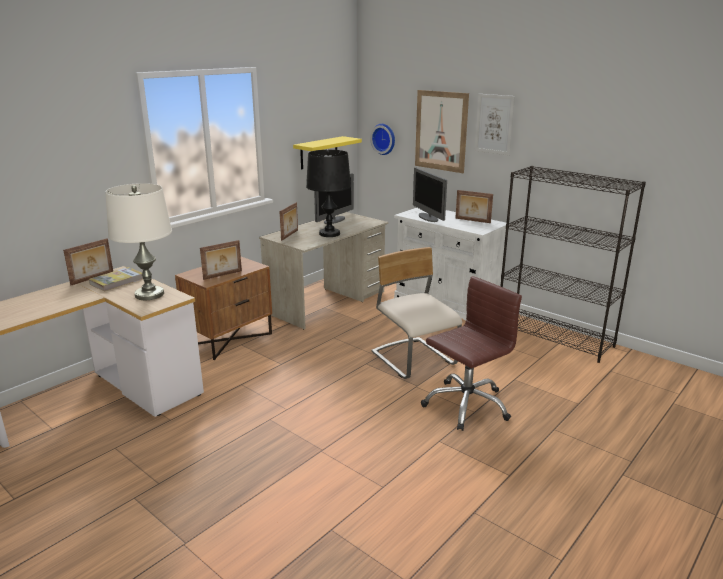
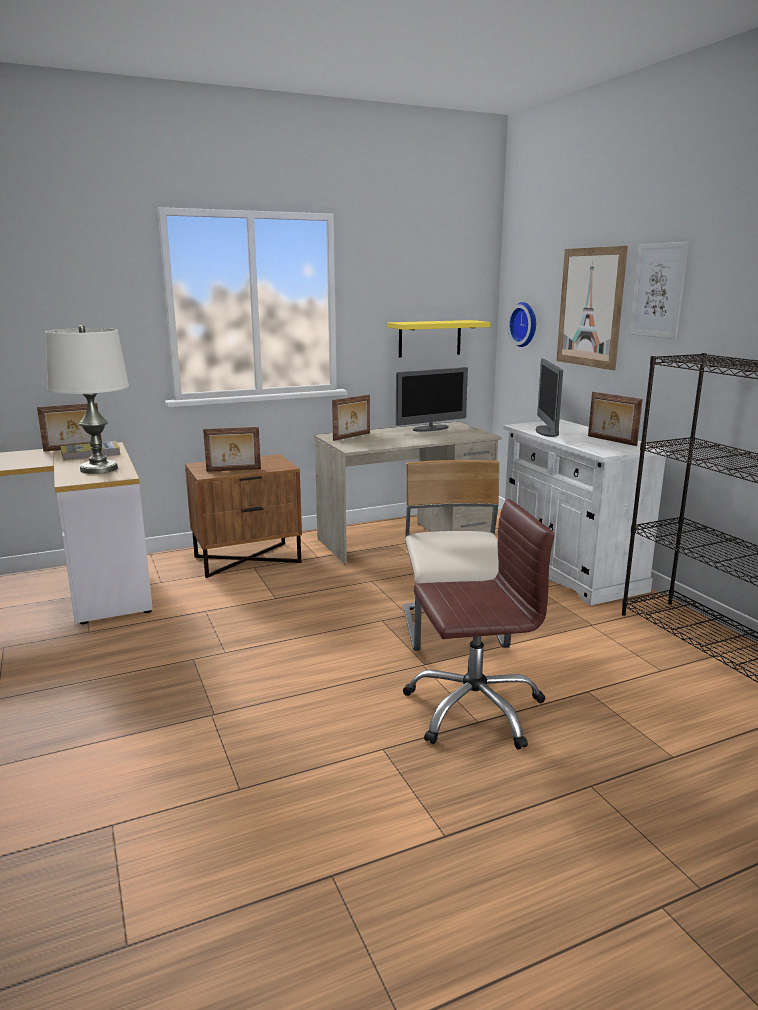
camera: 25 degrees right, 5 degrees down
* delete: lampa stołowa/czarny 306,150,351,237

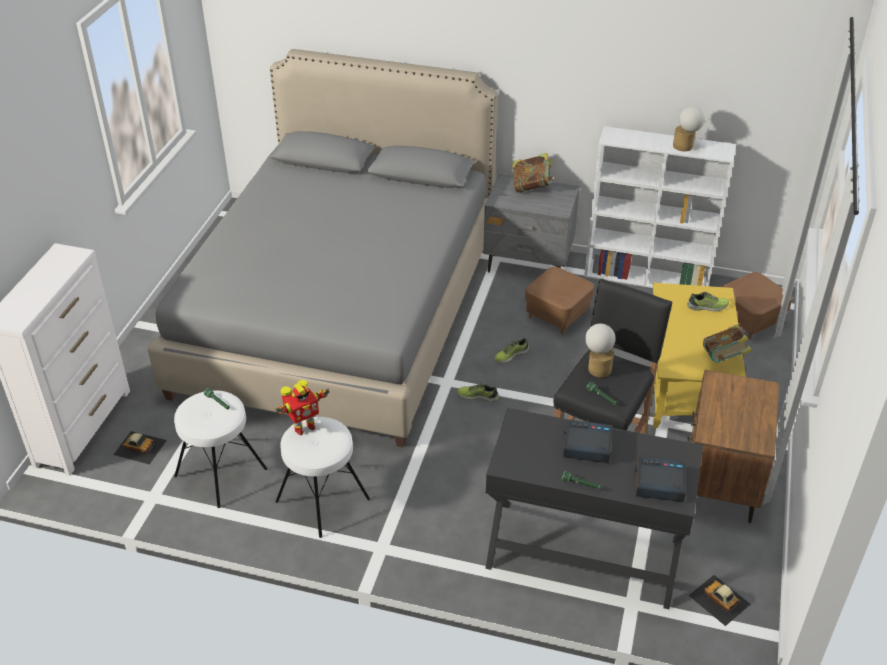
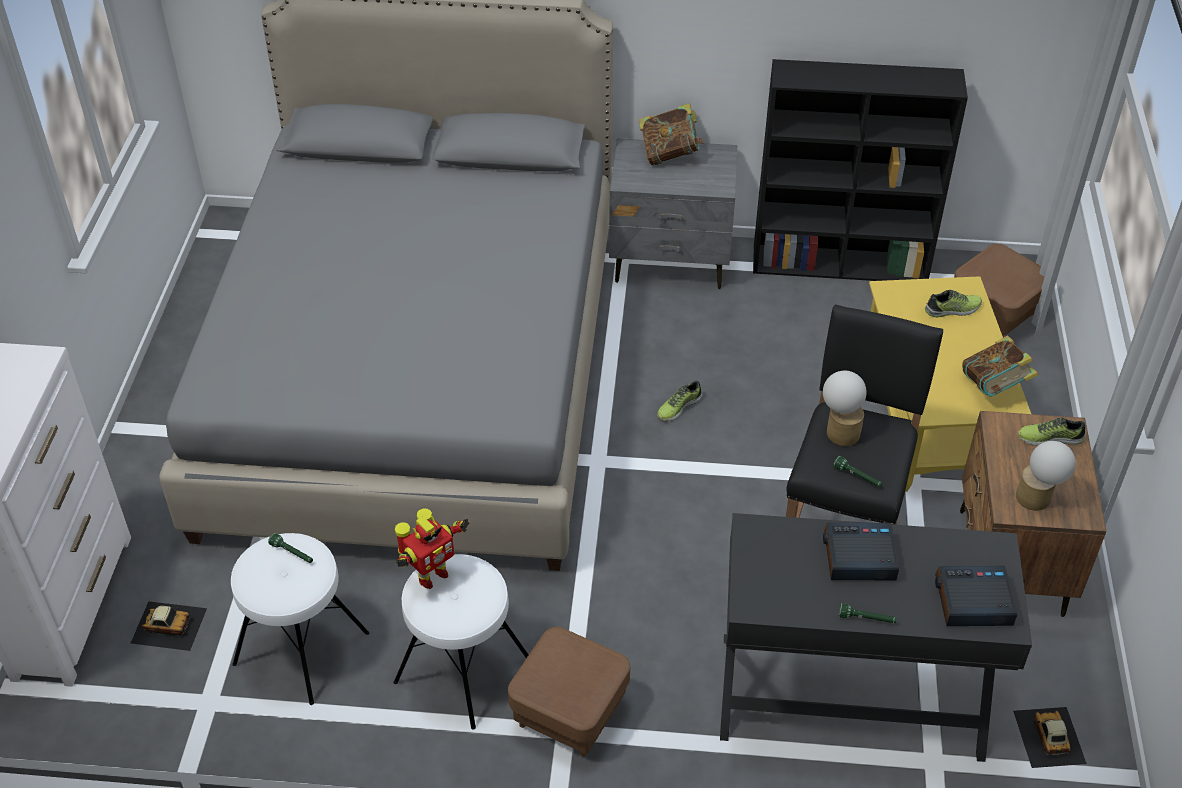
camera: 10 degrees left, 5 degrees up
* move: lampa stołowa 673,106,705,151 to 1016,441,1076,511
* recolor: regał/biały 584,126,736,288 to regał/czarny 753,59,968,281
* move: pufa/brązowy 525,267,594,334 to 508,627,630,757
* move: but 458,383,499,402 to 1018,417,1085,446
* rotate: samochodzik 689,575,751,626 = 1013,707,1087,768 45 degrees clockwise

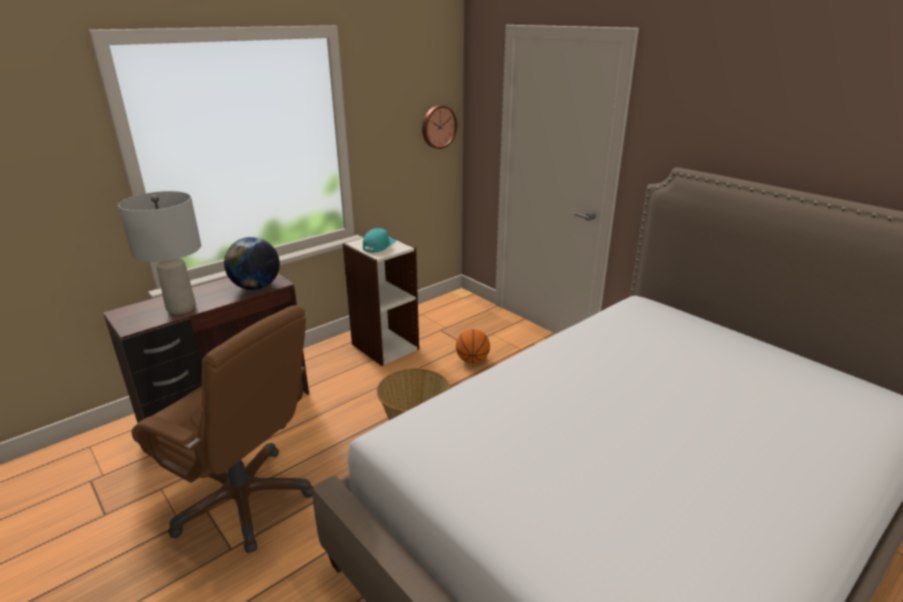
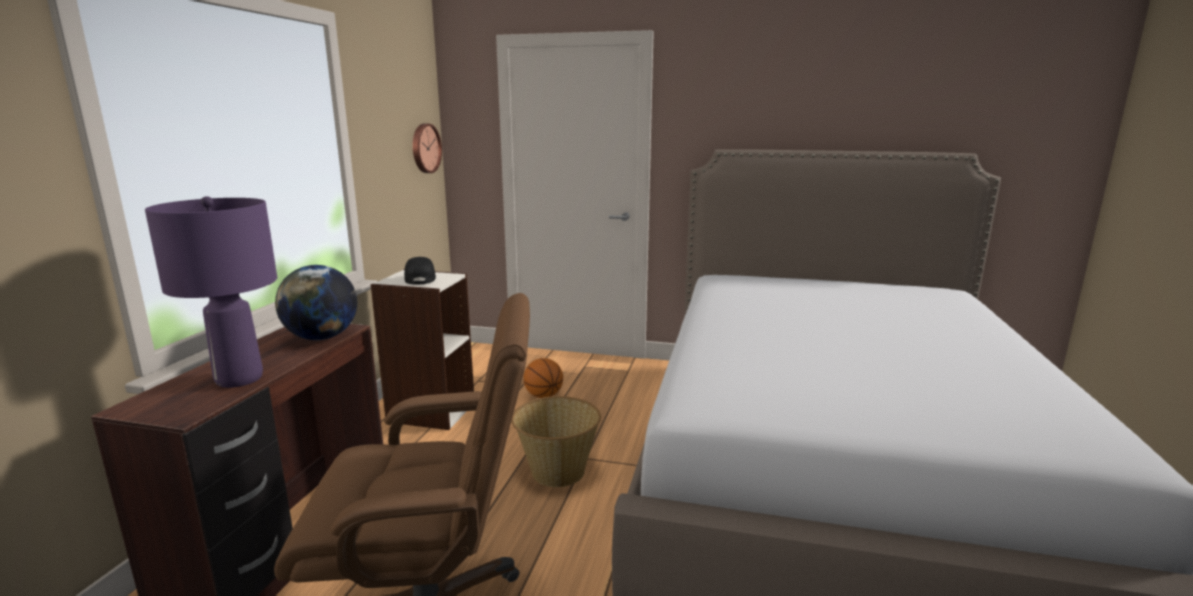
camera: 35 degrees left, 10 degrees down
* recolor: lampa stołowa/szary 118,191,201,315 to lampa stołowa/fioletowy 145,196,277,388
* recolor: czapka z daszkiem/turkusowy 363,228,396,253 to czapka z daszkiem/czarny 404,257,436,285

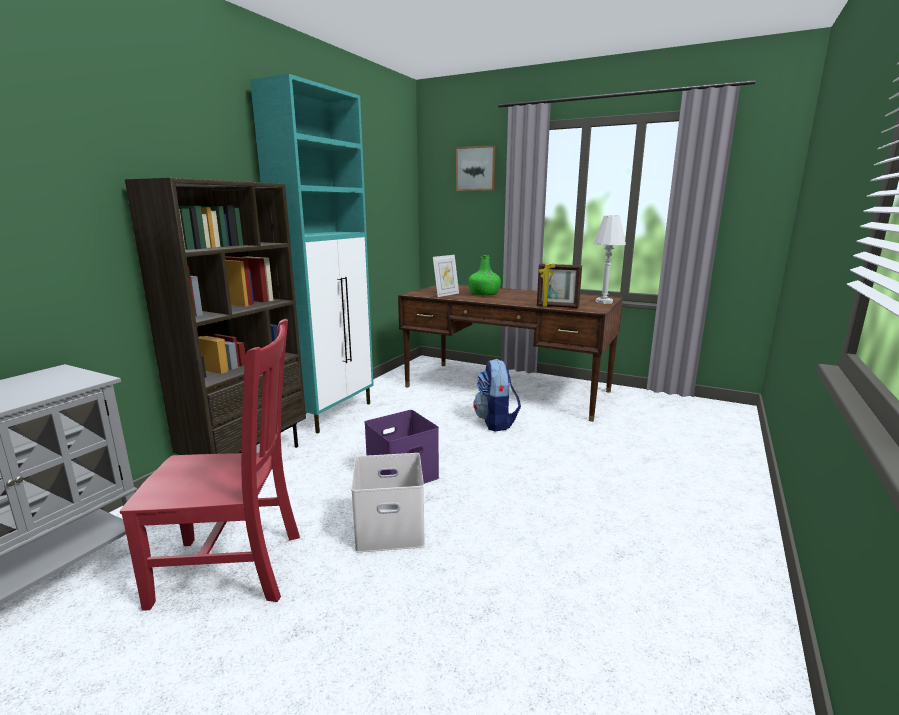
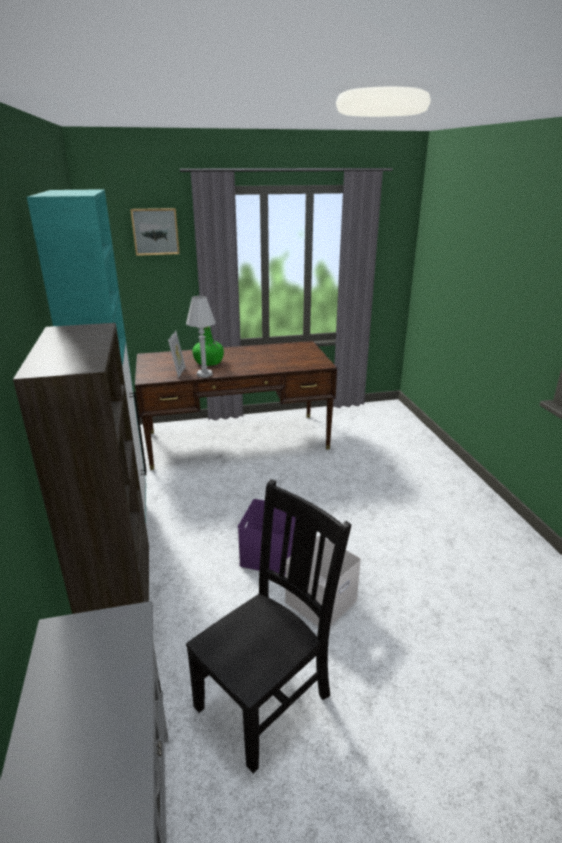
camera: 40 degrees left, 10 degrees up
* move: lampa stołowa/biały 593,216,626,304 to 186,296,216,377
* delete: ramka na zdjęcie 537,263,582,308
* recolor: krzesło/czerwony 120,319,300,611 to krzesło/czarny 186,479,351,774
* delete: plecak 473,359,521,431

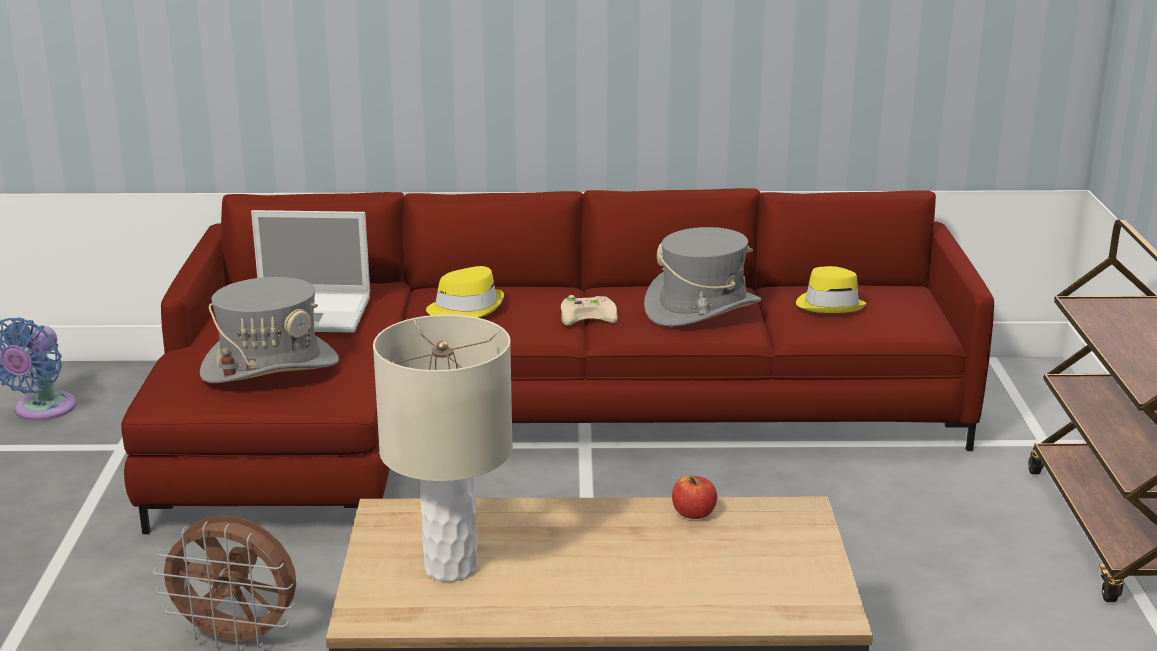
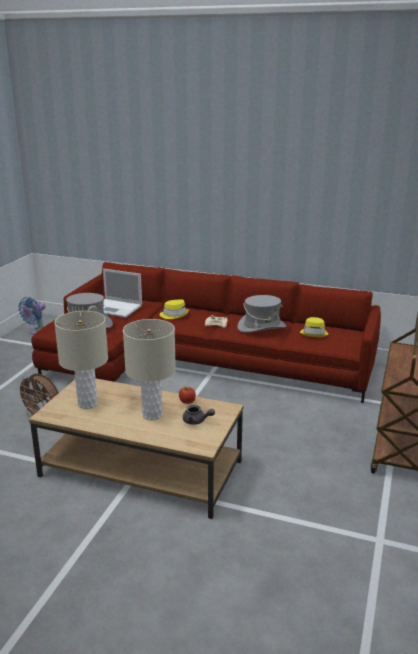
camera: 20 degrees right, 0 degrees up
* insert: lampa stołowa/beżowy 123,319,176,420
* insert: imbryk/szary 183,405,215,425

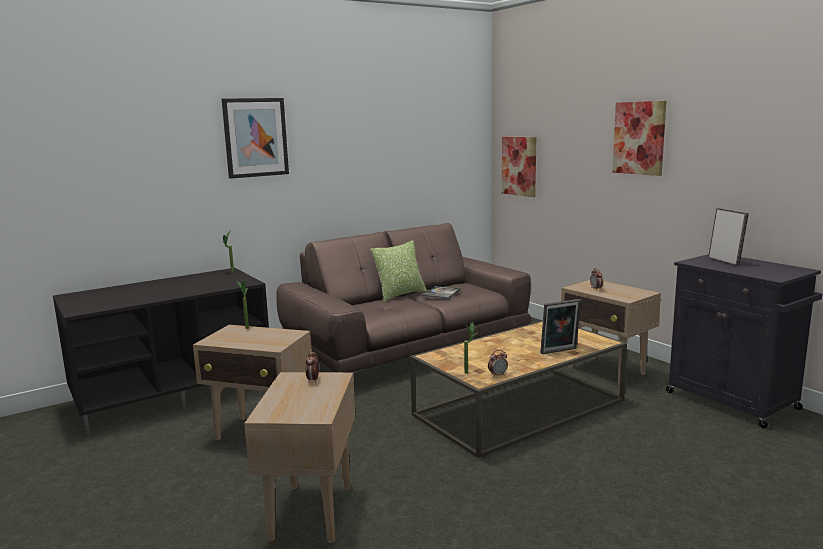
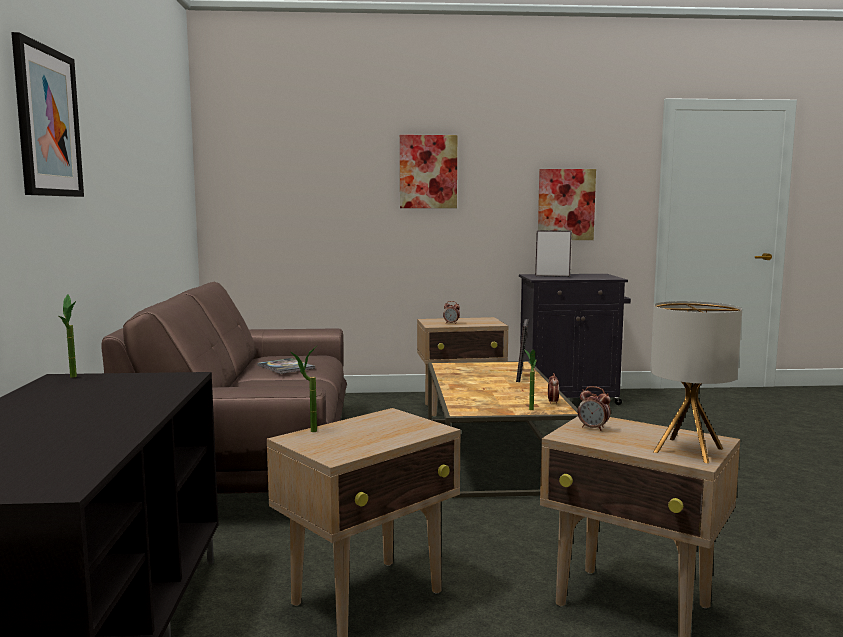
camera: 60 degrees left, 5 degrees down
* move: obraz 502,137,536,197 to 538,169,596,240
* delete: poduszka 370,240,427,302
* insert: lampa stołowa 651,301,742,464

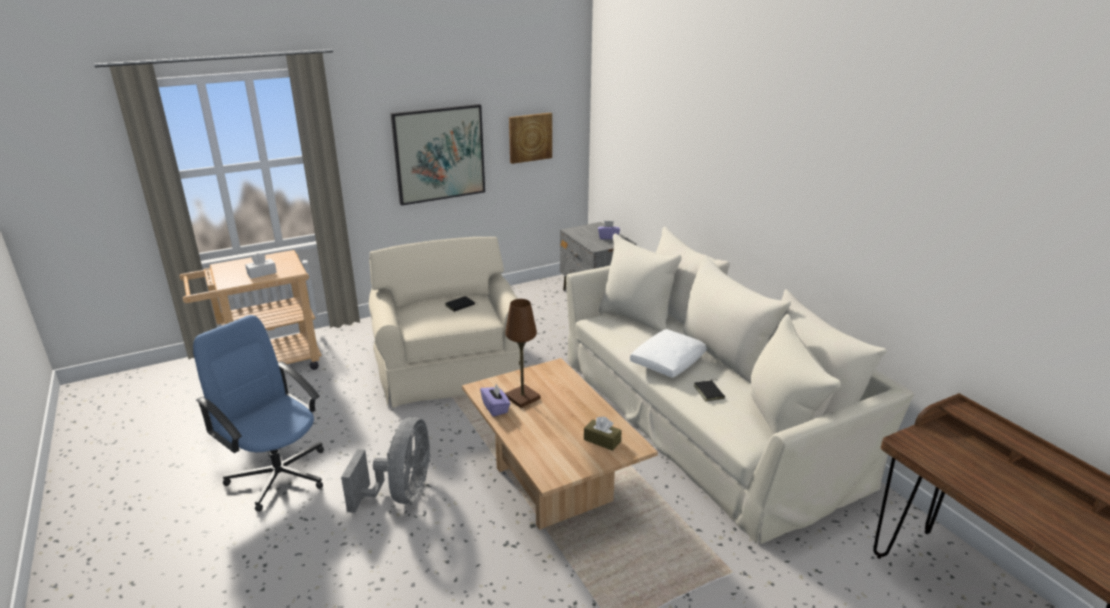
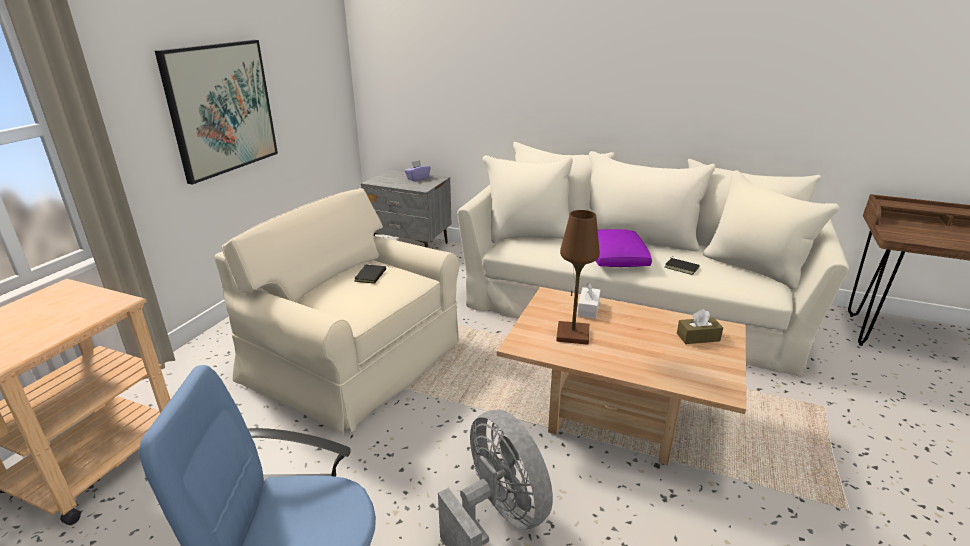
camera: 40 degrees left, 0 degrees up
* delete: obraz 509,113,552,164
* move: pudełko chusteczek/biały 245,253,277,279 to 577,283,600,319
* recolor: poduszka/biały 630,329,707,378 to poduszka/fioletowy 596,229,652,267
* delete: pudełko chusteczek/fioletowy 480,384,510,417

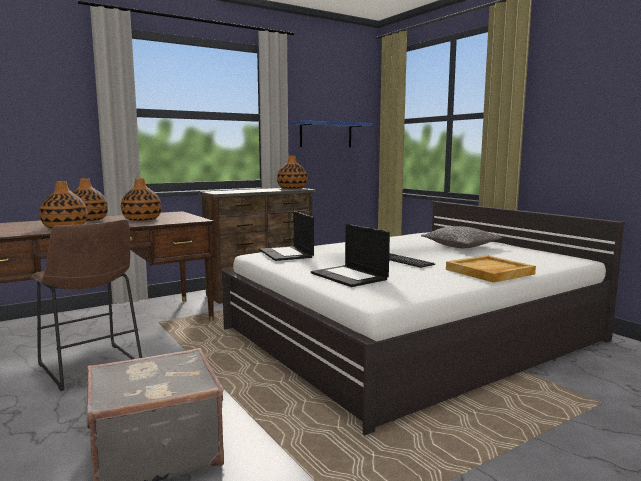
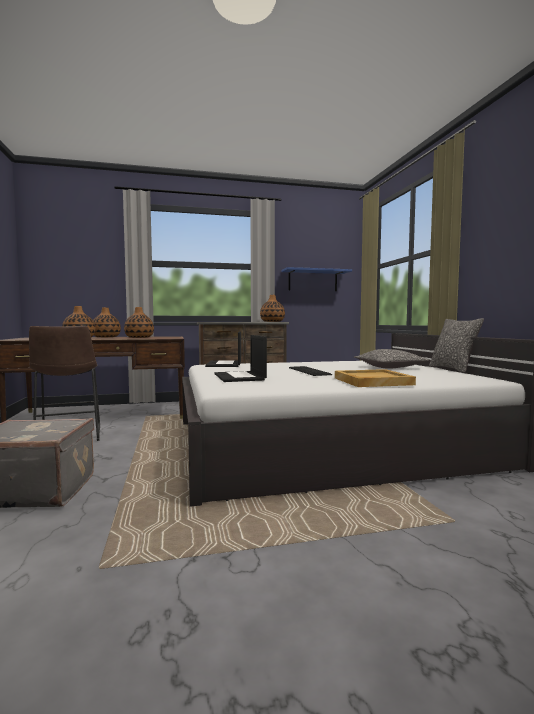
camera: 20 degrees right, 5 degrees down
* insert: poduszka 429,318,484,373

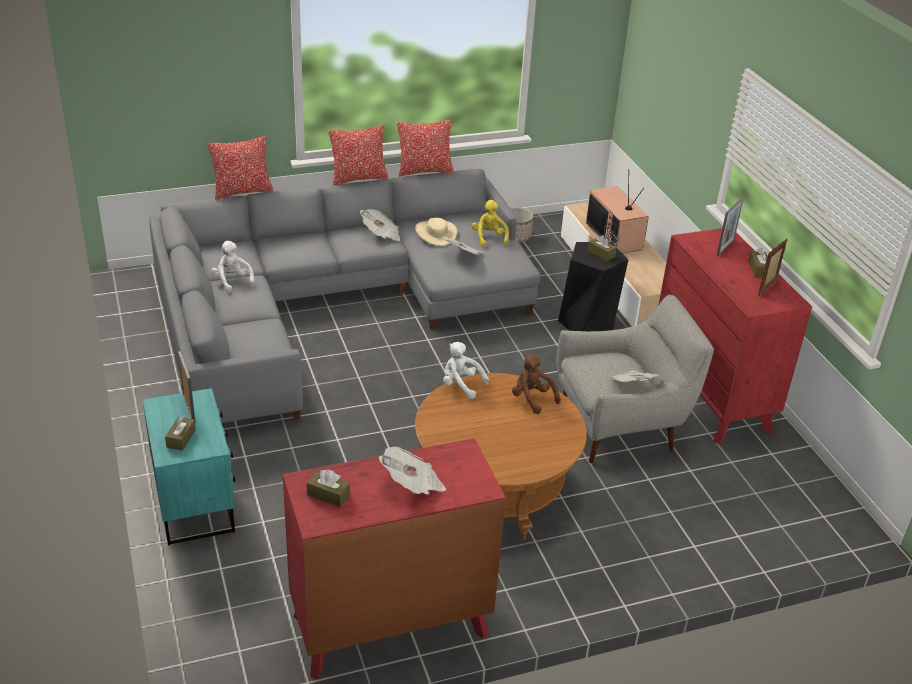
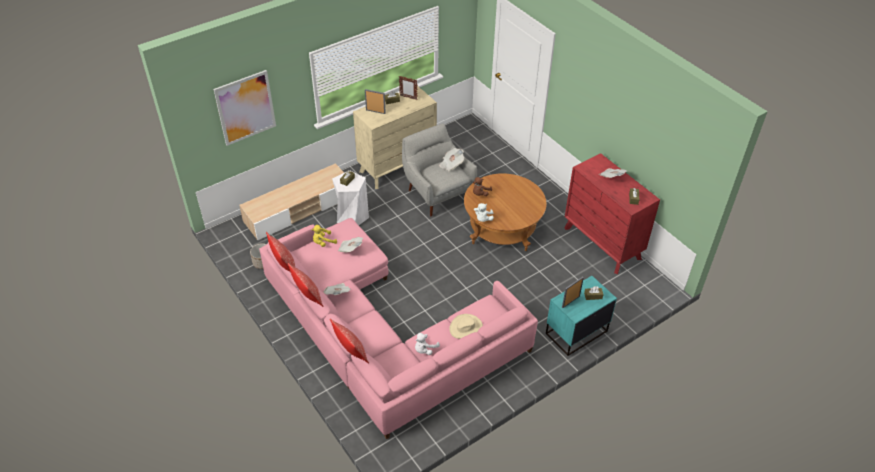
camera: 105 degrees left, 10 degrees up
* recolor: kanapa/szary 150,169,541,423 to kanapa/różowy 259,218,538,439
* delete: telewizor 586,169,649,253
* move: kapelusz/beżowy 415,218,457,246 to 449,314,483,339
* recolor: komoda/czerwony 658,228,812,444 to komoda/beżowy 353,86,437,189
* recolor: stołek/czarny 558,242,628,331 to stołek/biały 332,170,369,225
* insert: obraz 213,70,276,146

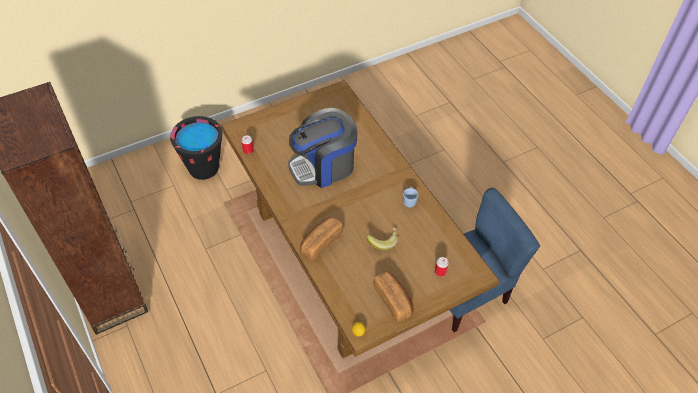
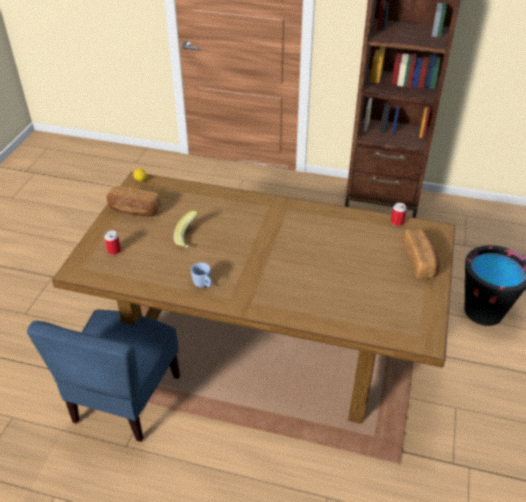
camera: 135 degrees right, 10 degrees down
* delete: ekspres do kawy 288,108,357,188
* move: chleb 300,217,343,260 to 403,229,440,279

